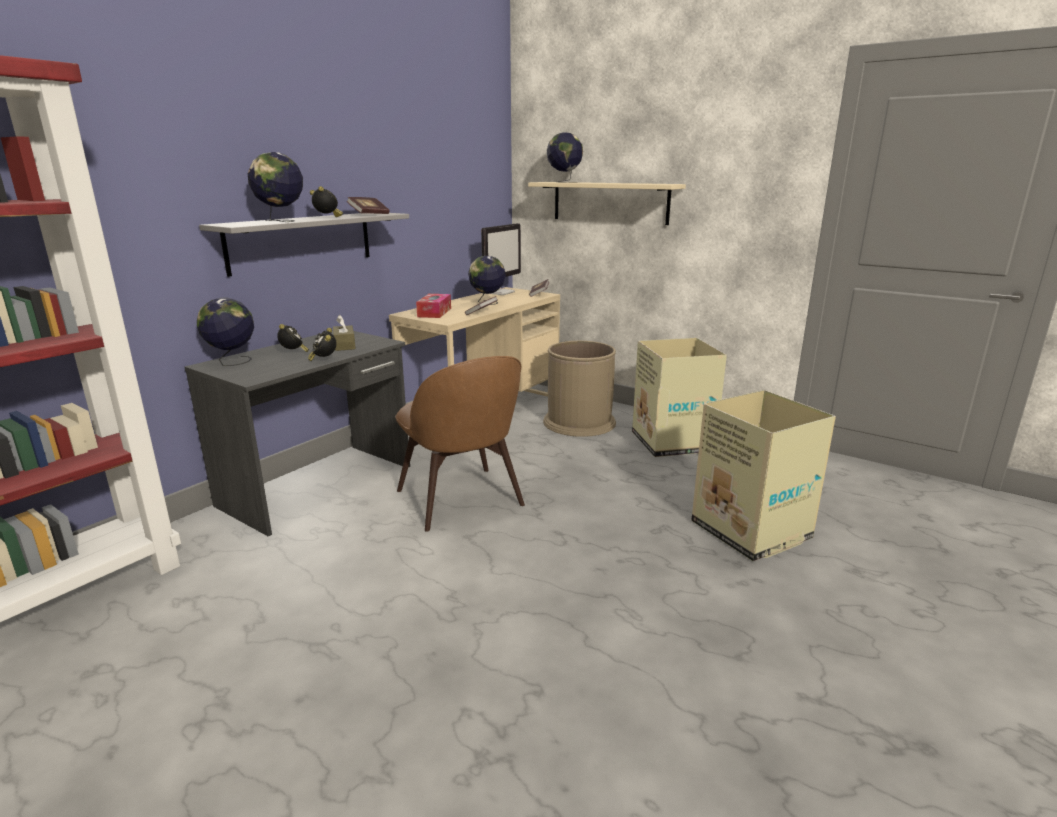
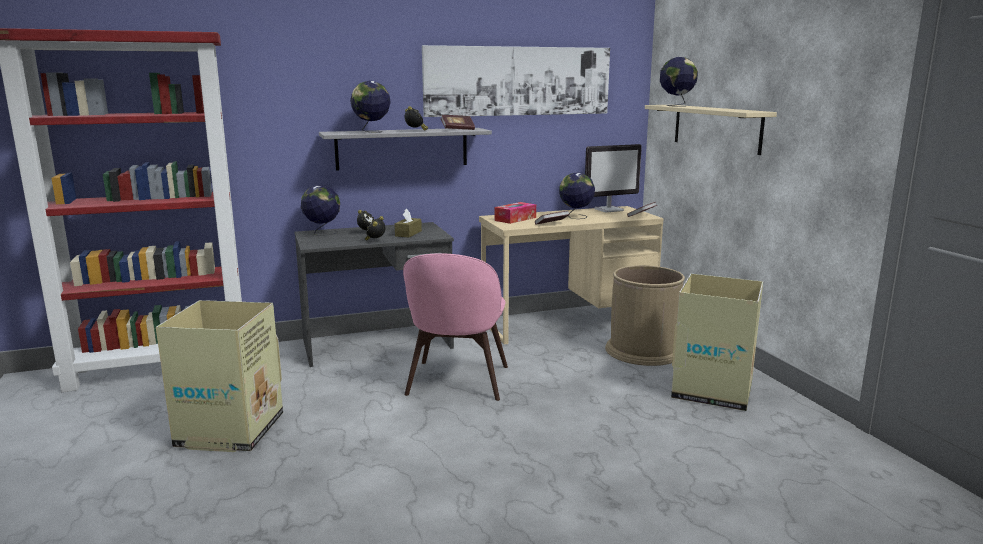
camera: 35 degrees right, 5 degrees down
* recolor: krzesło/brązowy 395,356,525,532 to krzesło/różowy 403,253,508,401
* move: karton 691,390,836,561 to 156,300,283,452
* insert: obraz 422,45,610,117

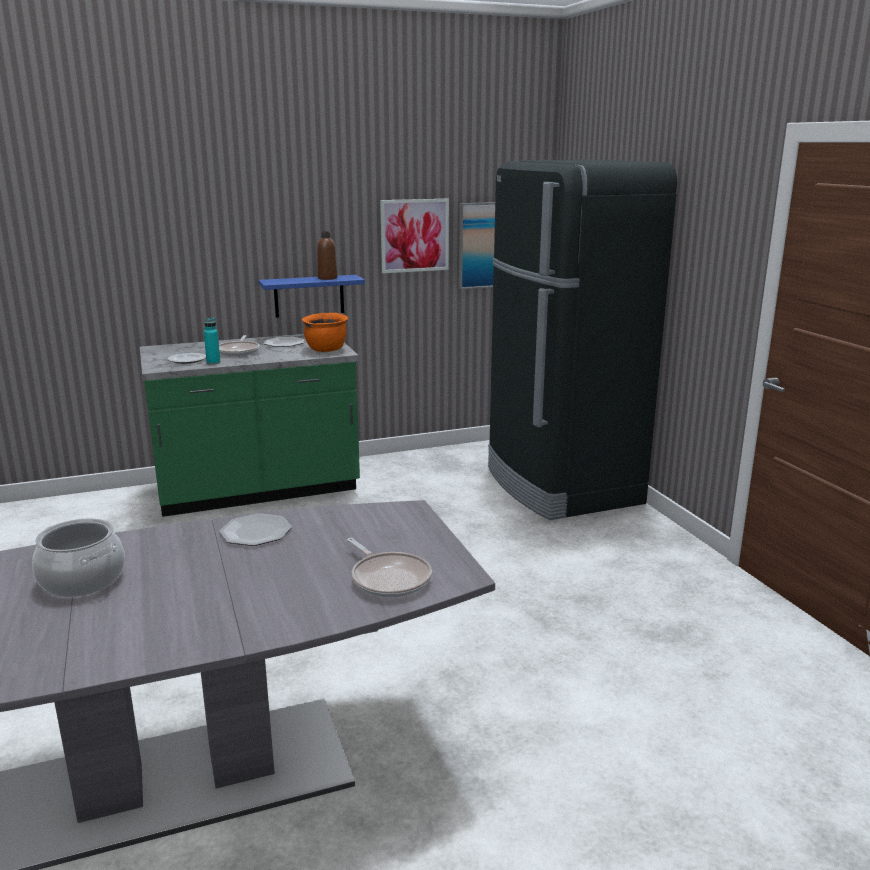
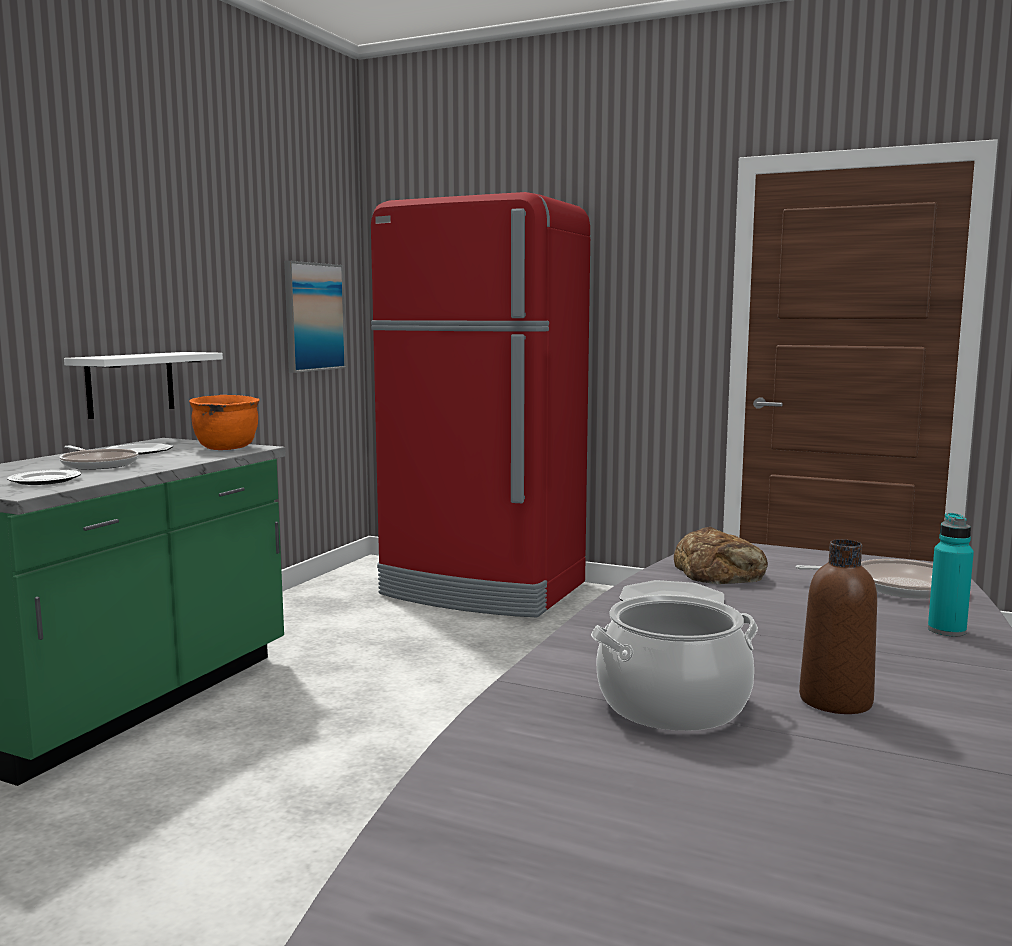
camera: 45 degrees left, 10 degrees down
* recolor: lodówka/czarny 488,160,677,520 to lodówka/czerwony 371,192,590,617
* delete: obraz 380,199,449,273
* move: butelka/brązowy 317,231,337,280 to 799,539,877,714
* recolor: półka/niebieski 259,275,365,318 to półka/biały 64,352,223,419
* move: butelka/turkusowy 204,318,220,365 to 928,513,974,637
* insert: chleb 674,527,768,584

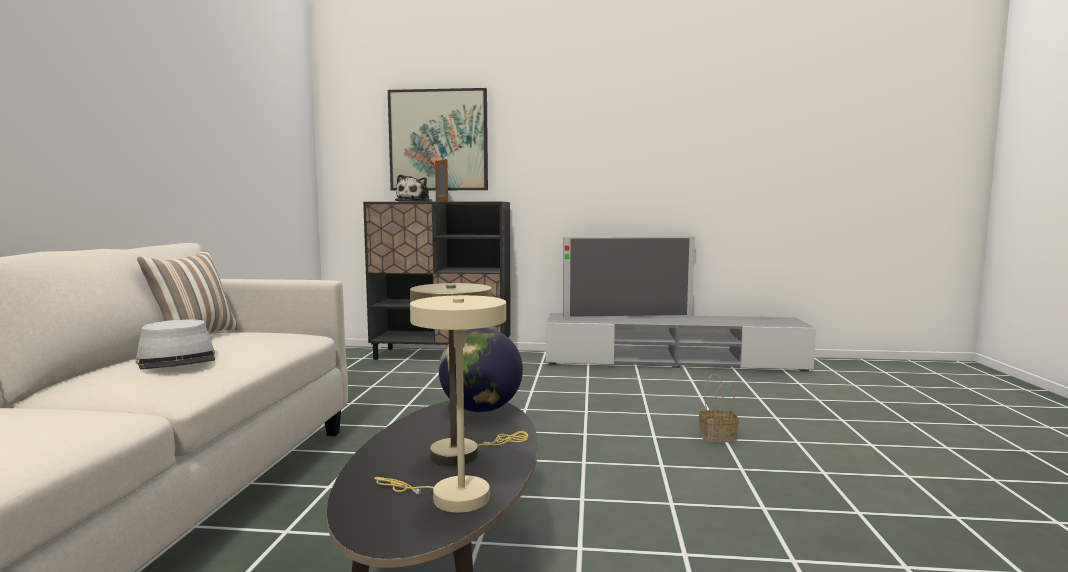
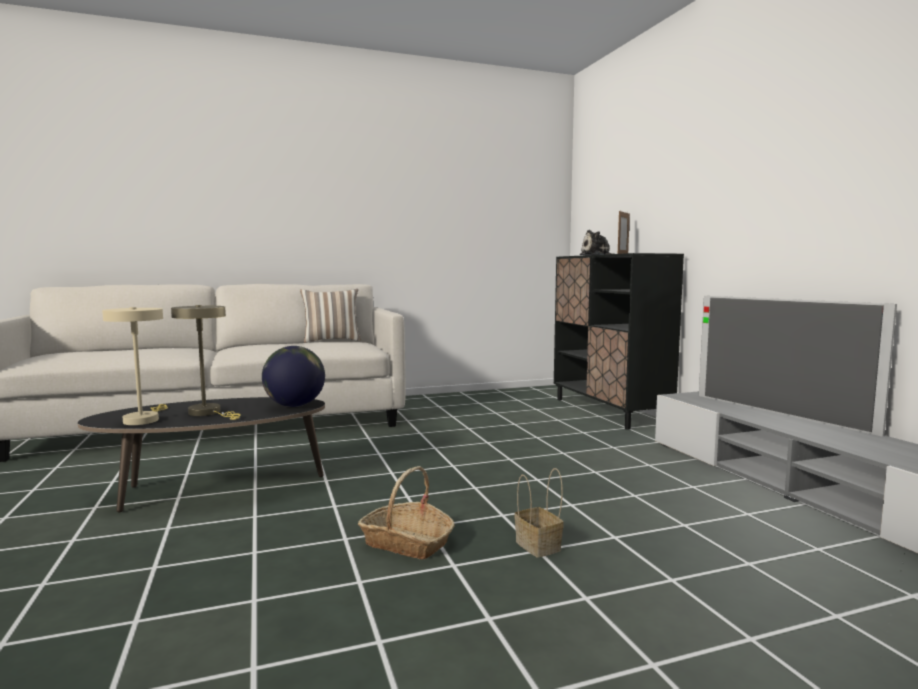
camera: 65 degrees right, 0 degrees up
* delete: obraz 388,88,488,191
* delete: kapelusz/szary 136,319,215,370
* insert: koszyk 358,466,455,559

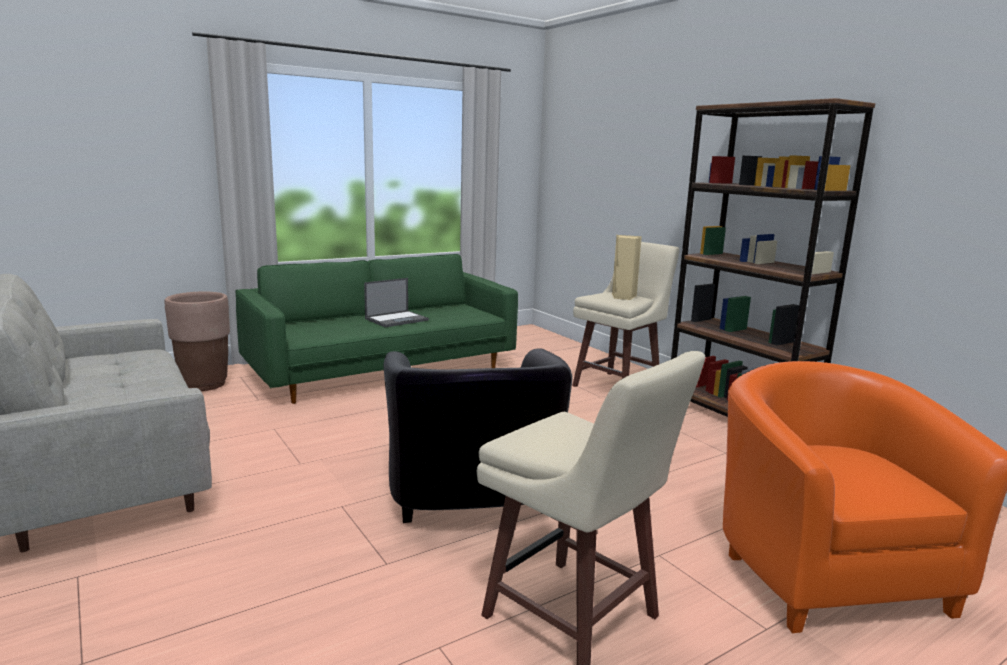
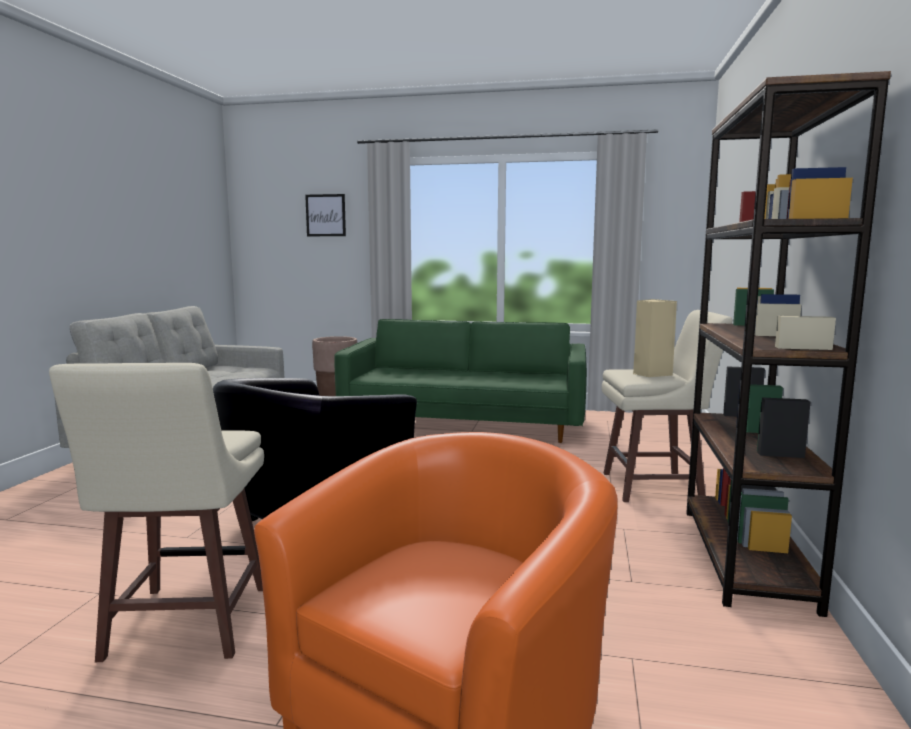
camera: 45 degrees right, 5 degrees down
* delete: laptop 364,278,429,327
* insert: obraz 305,194,346,236

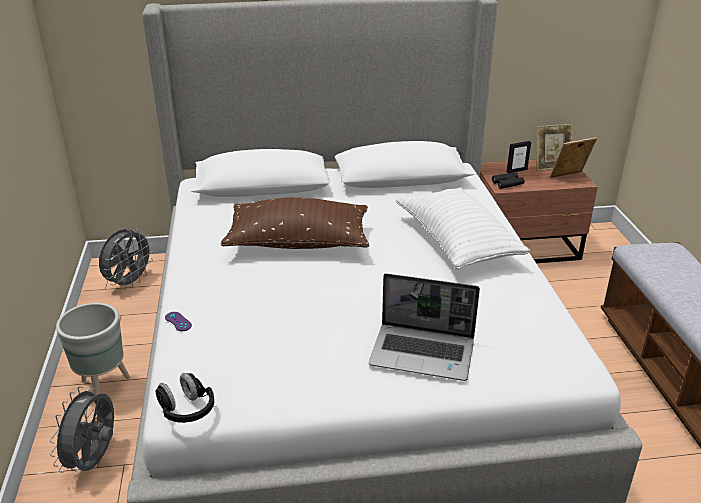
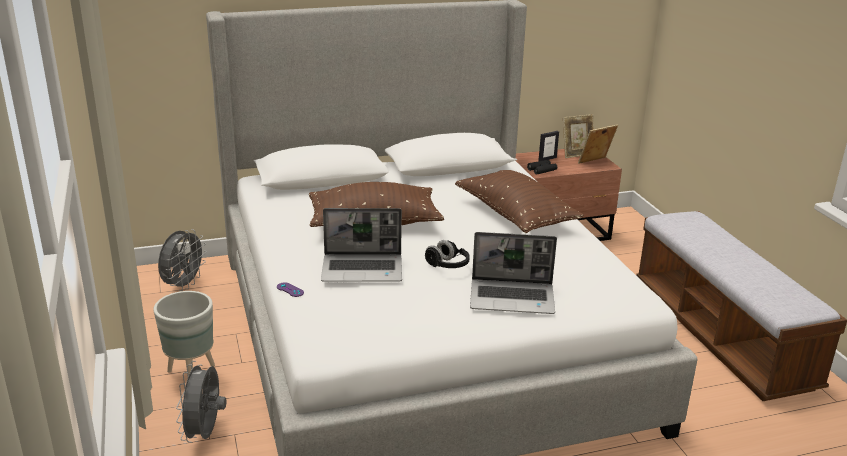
camera: 10 degrees left, 5 degrees down
* recolor: poduszka/biały 396,188,530,270 to poduszka/brązowy 455,170,584,233
* move: słuchawki/czarny 156,373,214,423 to 425,240,470,268
* insert: laptop 321,208,402,282

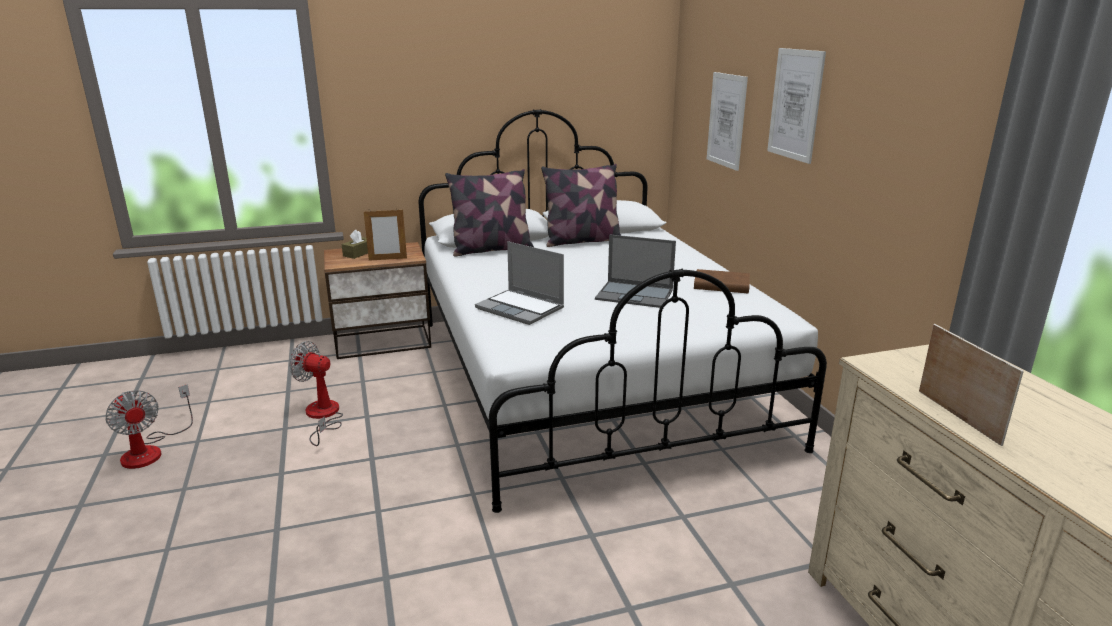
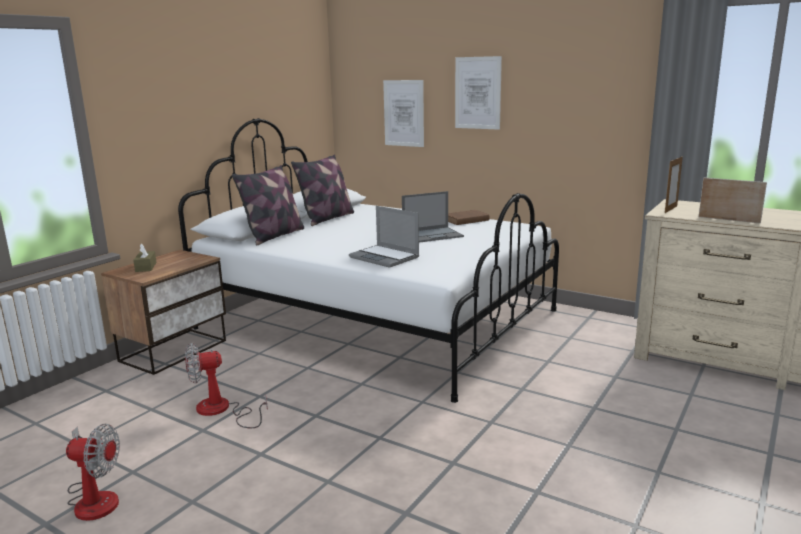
camera: 40 degrees left, 5 degrees down
* move: ramka na zdjęcie 364,208,407,261 to 665,155,683,213
* rotate: laptop 475,241,564,325 = 349,206,419,268 45 degrees clockwise

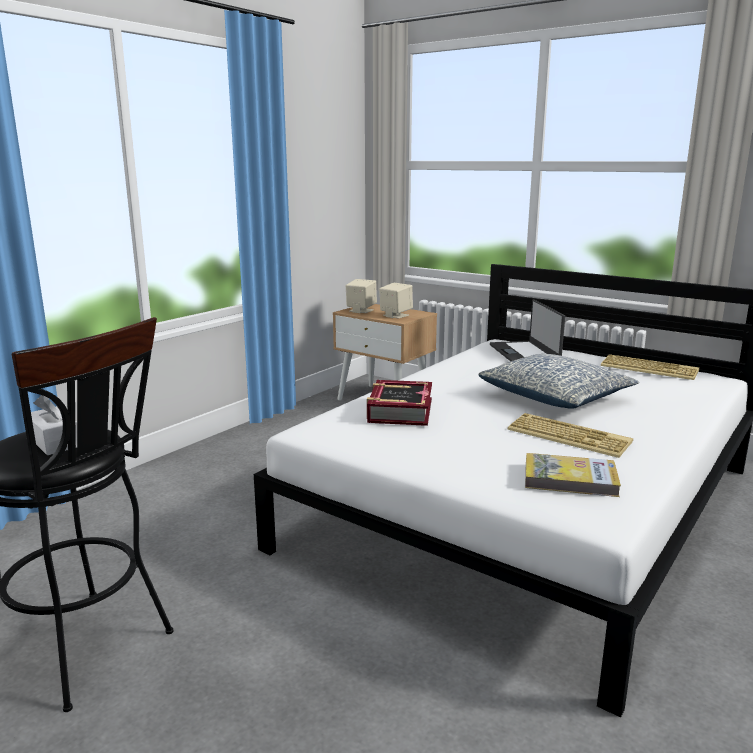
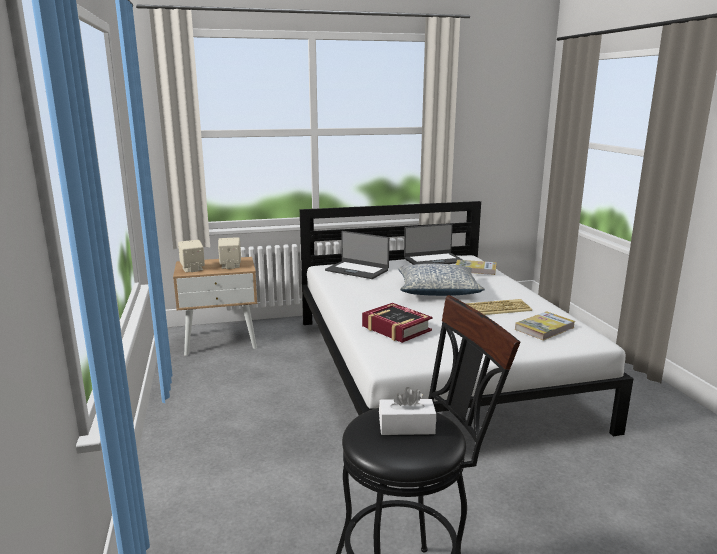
camera: 50 degrees left, 0 degrees up
* replace: klawiatura 601,354,699,380 to laptop 404,224,463,265
* insert: książka 456,260,496,275

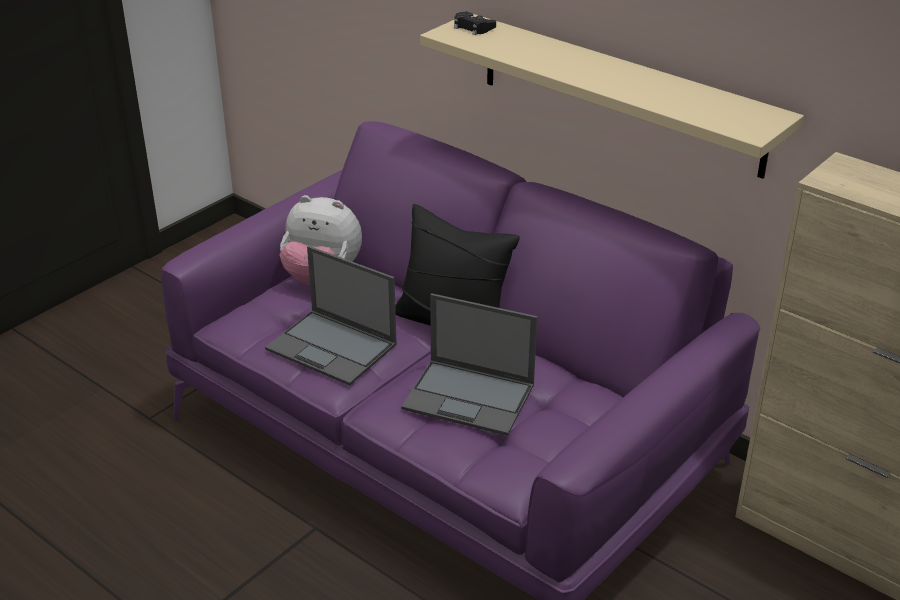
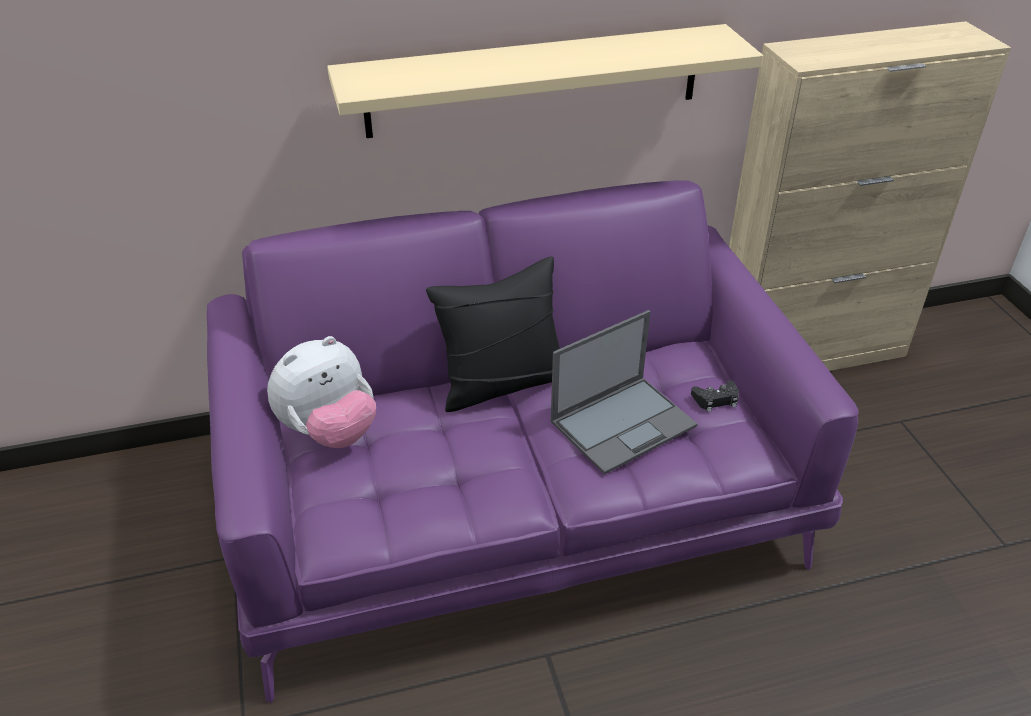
camera: 55 degrees left, 5 degrees up
* move: pad do gier/czarny 454,11,496,35 to 691,380,739,412
* delete: laptop 265,246,397,385

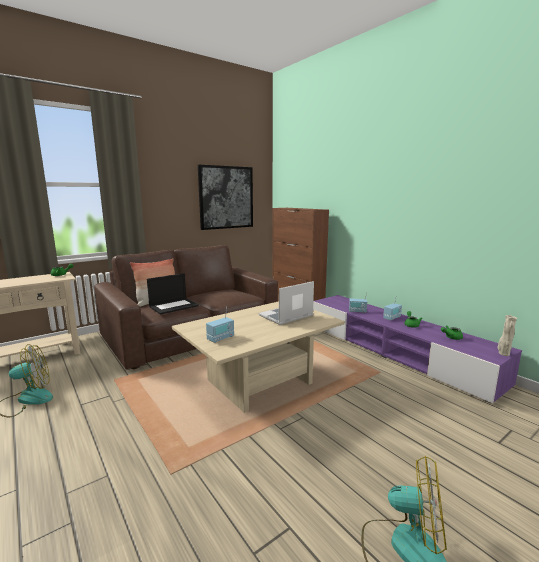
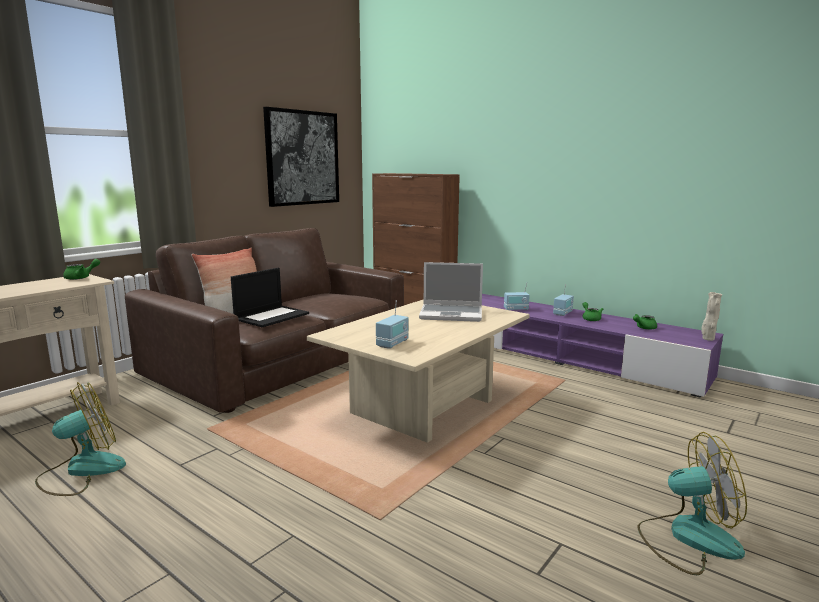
camera: 15 degrees left, 0 degrees up
* rotate: laptop 258,281,314,325 = 419,262,483,322 120 degrees counterclockwise

